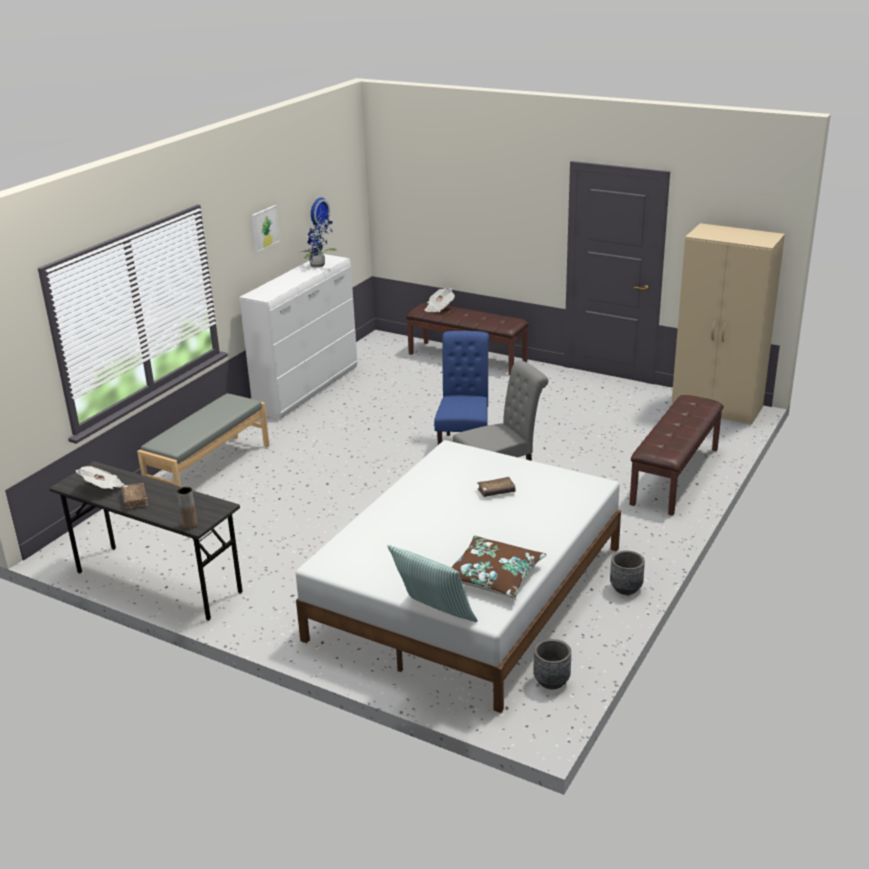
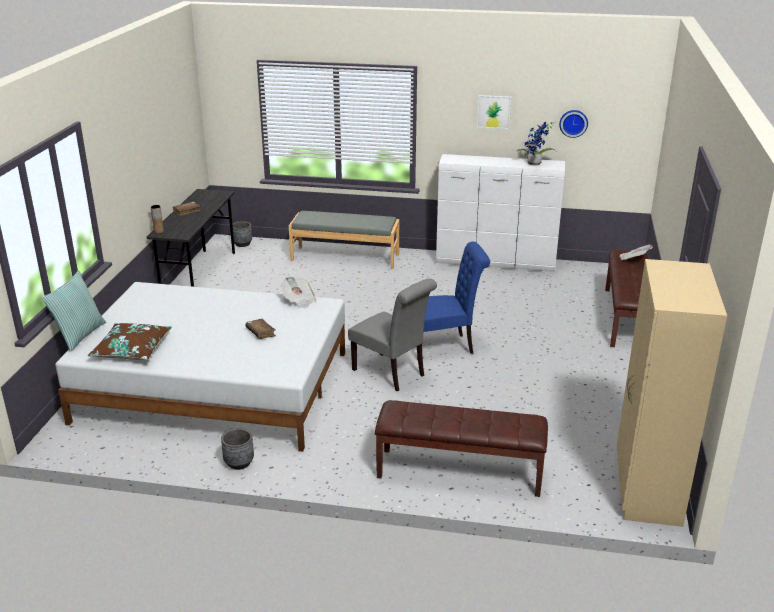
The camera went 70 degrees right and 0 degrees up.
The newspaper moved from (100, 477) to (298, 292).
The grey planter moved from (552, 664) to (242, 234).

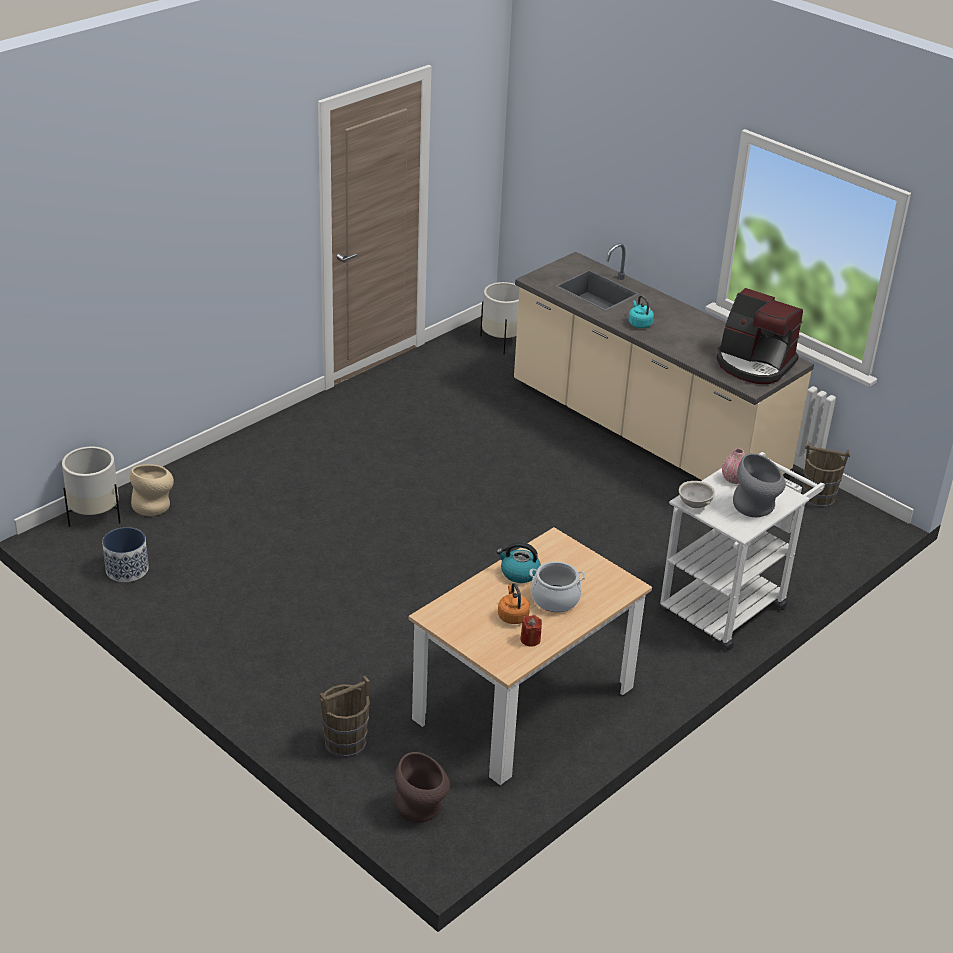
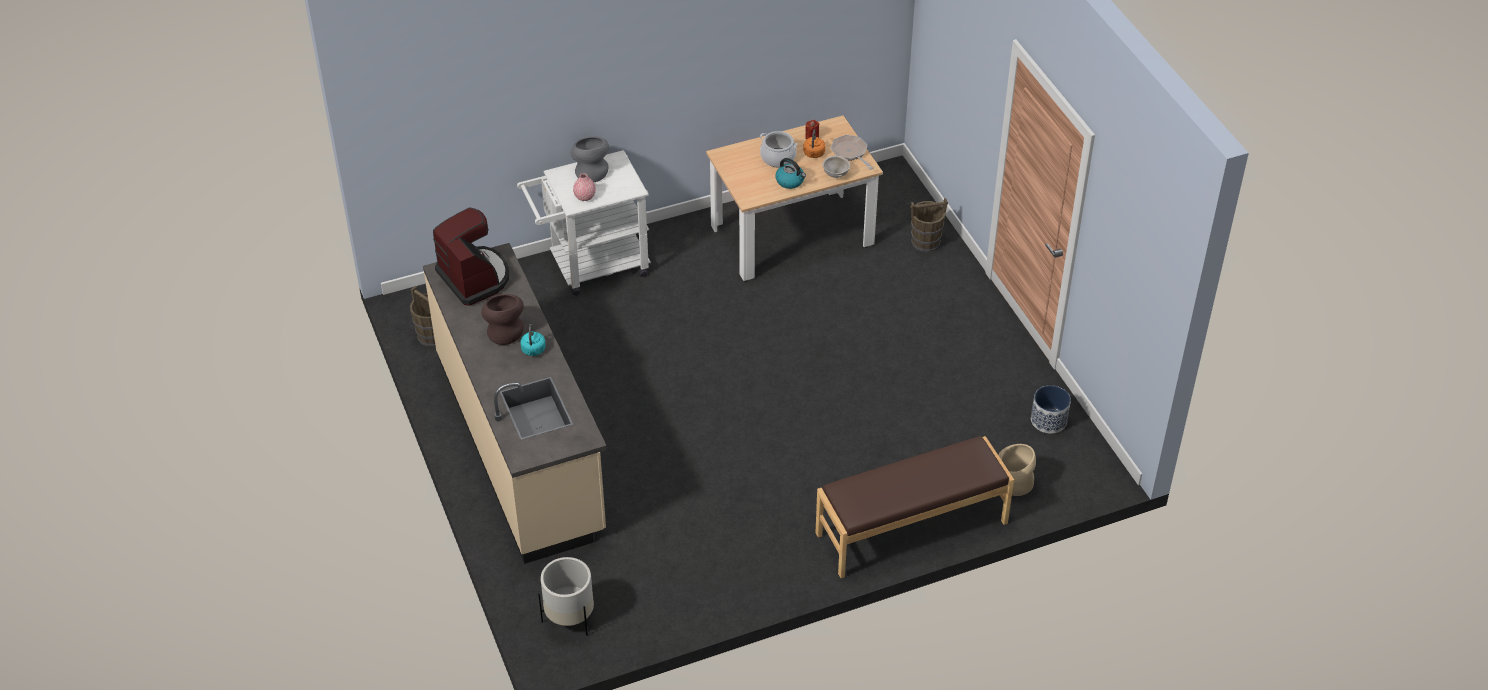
The camera went 155 degrees left and 10 degrees up.
The white planter at (91, 486) disappeared.
The brown bench at (915, 507) appeared.
The frying pan at (852, 152) appeared.
The brown vase moved from (422, 787) to (502, 319).
The grey bowl moved from (697, 494) to (836, 167).

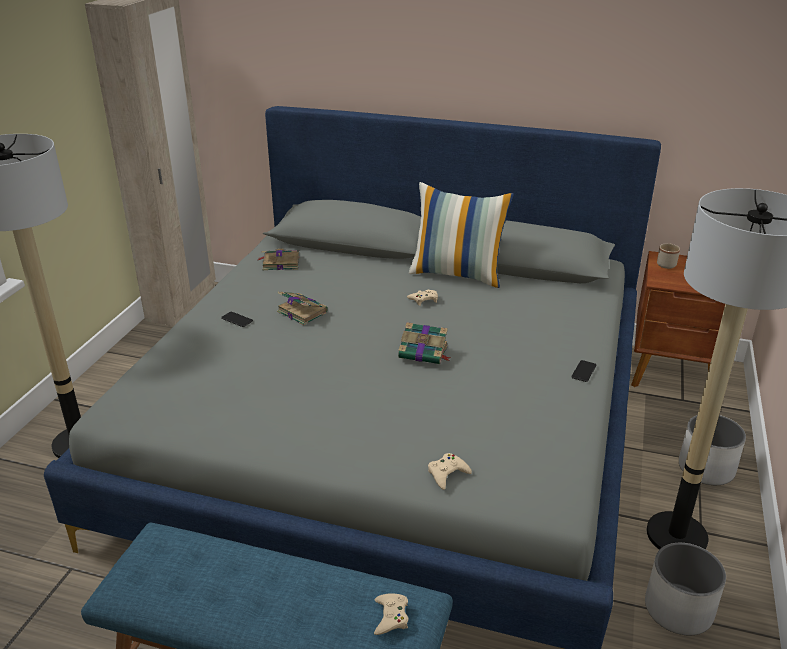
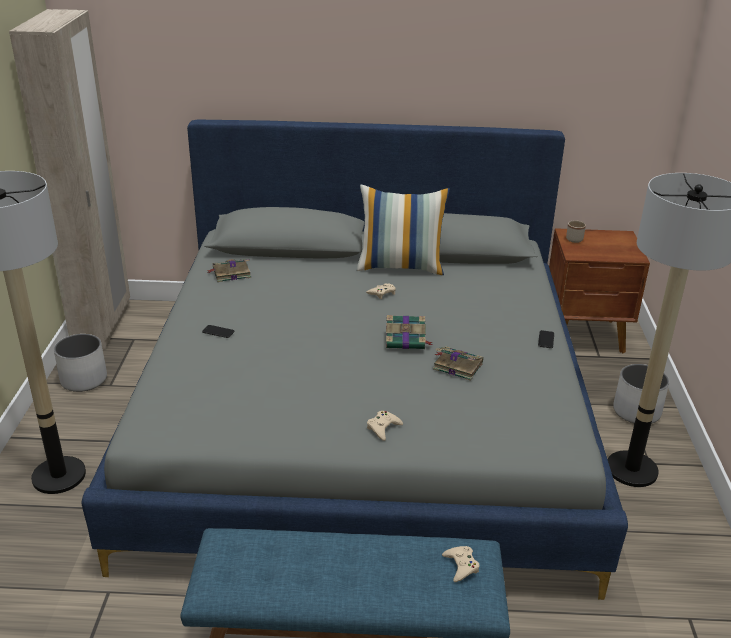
The camera went 15 degrees left and 0 degrees up.
The book moved from (302, 308) to (458, 363).
The beige game controller moved from (450, 471) to (385, 426).
The white planter moved from (685, 589) to (80, 363).

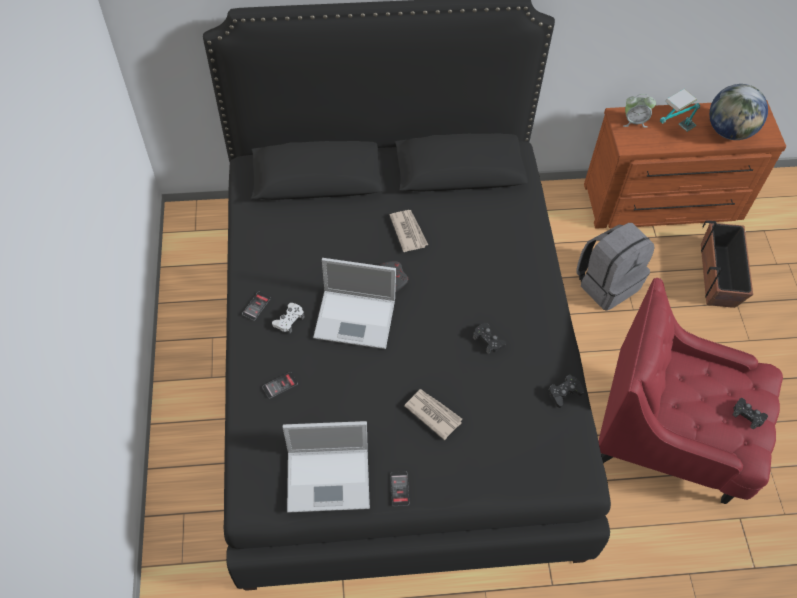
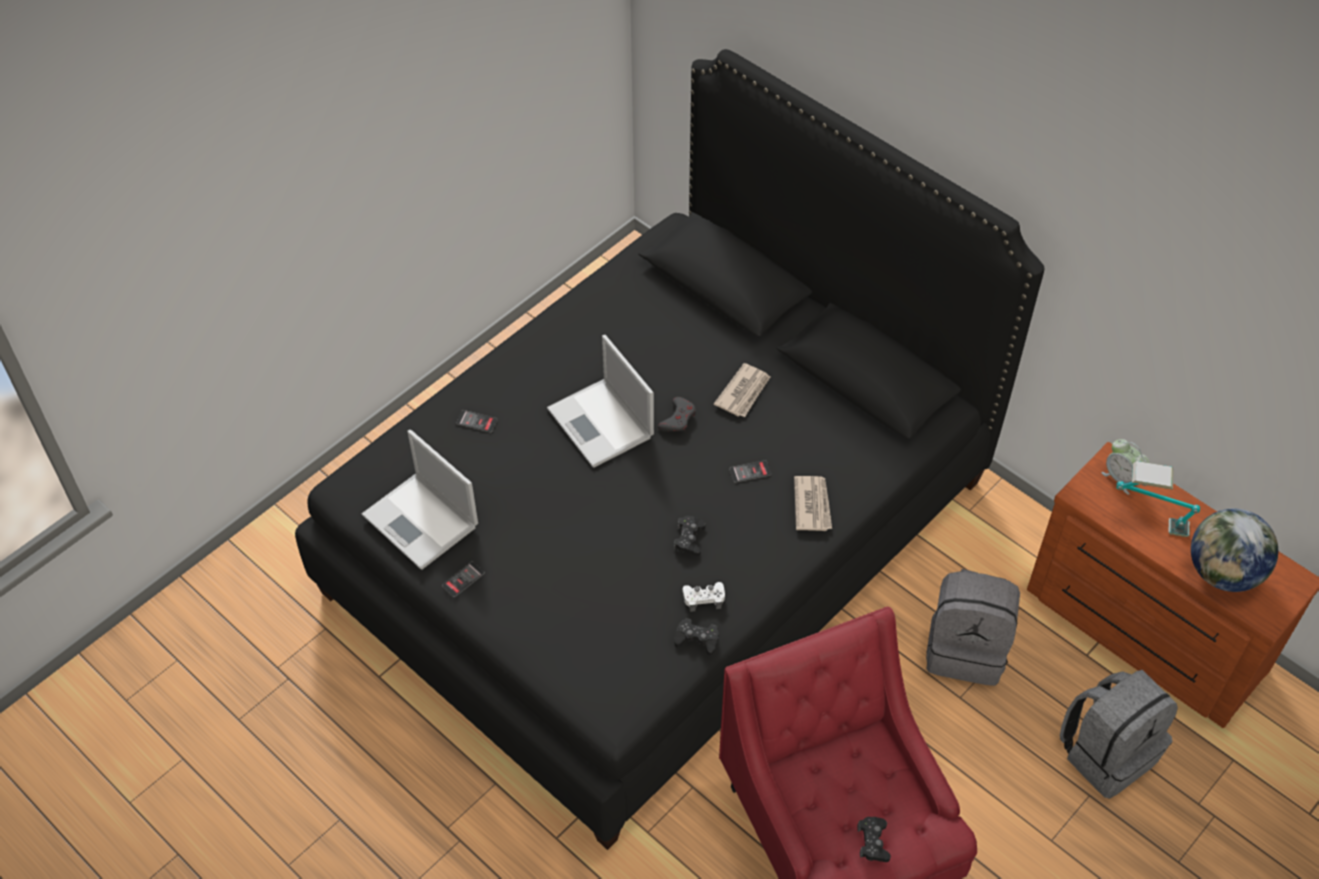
The camera went 50 degrees right and 5 degrees down.
The phone moved from (256, 306) to (750, 471).
The white game controller moved from (288, 318) to (704, 597).
The newspaper moved from (433, 414) to (813, 503).
The planter at (727, 264) was replaced by the grey backpack at (1119, 734).

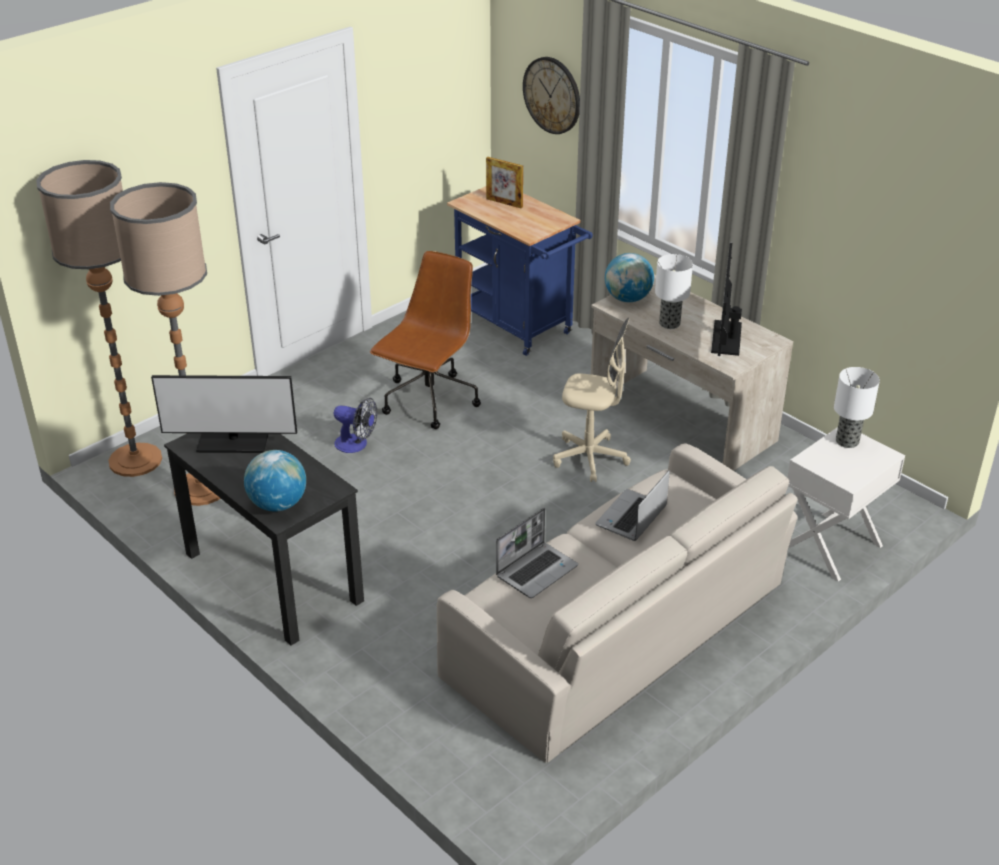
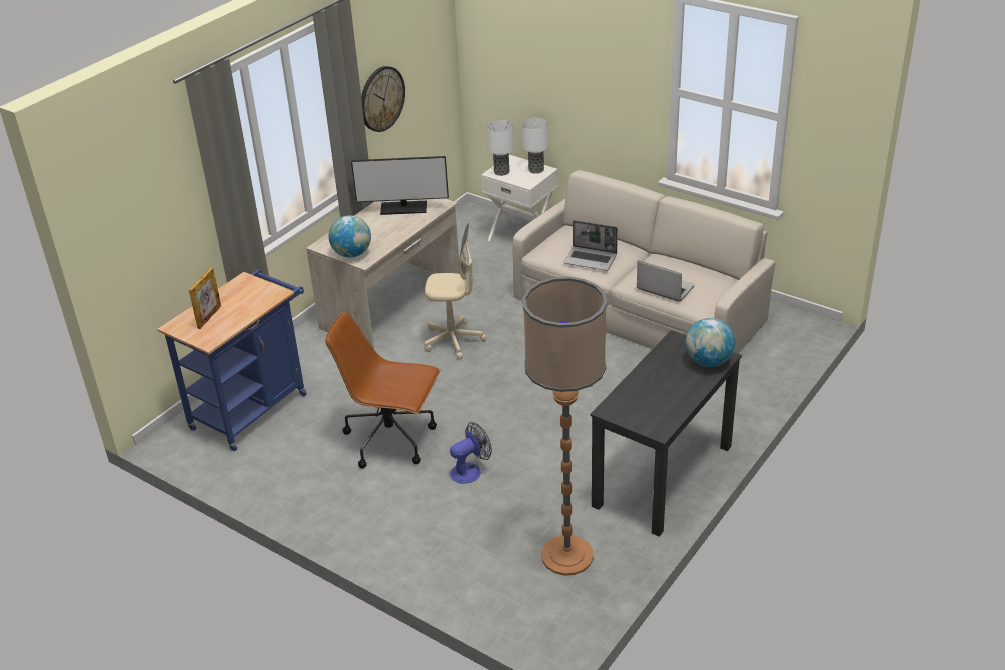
The camera went 100 degrees left and 0 degrees up.
The floor lamp at (99, 318) disappeared.
The monitor at (224, 414) disappeared.
The wall clock moved from (551, 95) to (383, 99).
The table lamp moved from (674, 291) to (535, 146).
The fan at (355, 425) turned 45 degrees clockwise.
The beige office chair at (592, 400) turned 90 degrees clockwise.

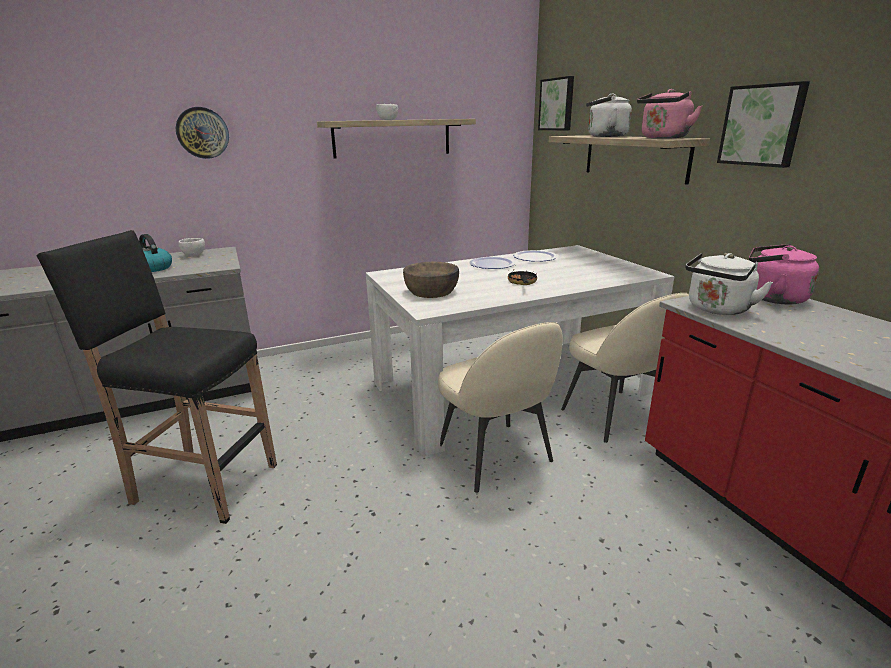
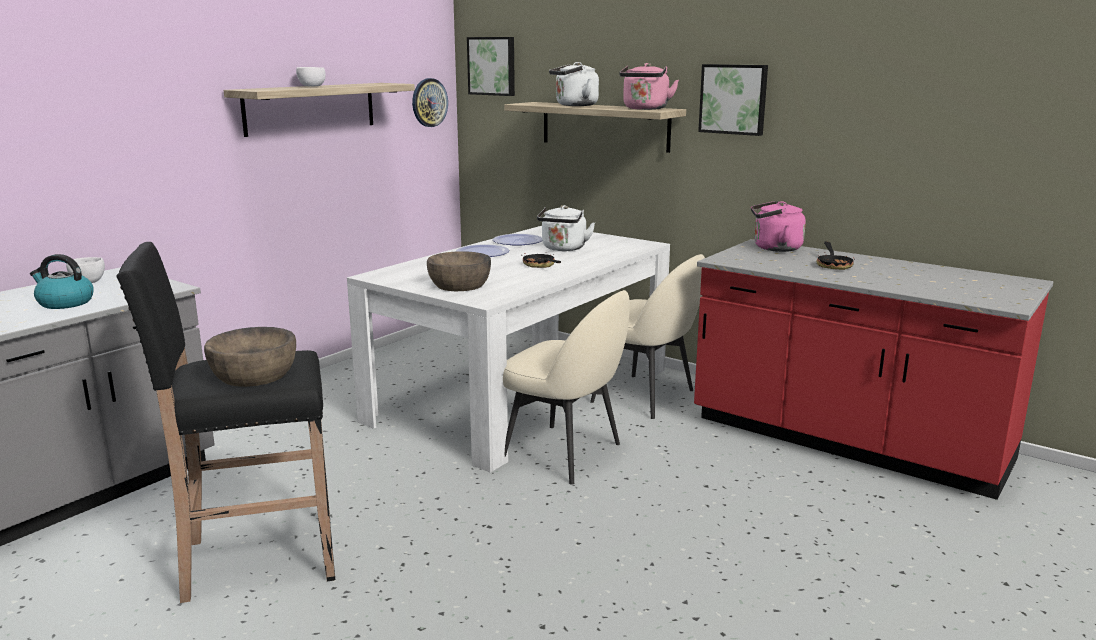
The camera went 30 degrees left and 5 degrees down.
The brown bowl at (250, 357) appeared.
The frying pan at (835, 255) appeared.
The wall clock moved from (202, 133) to (430, 102).
The white kettle moved from (729, 284) to (566, 228).

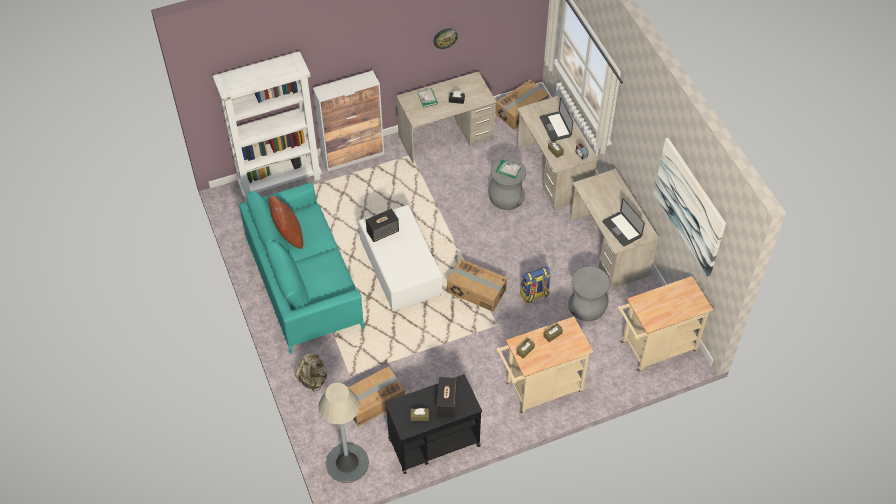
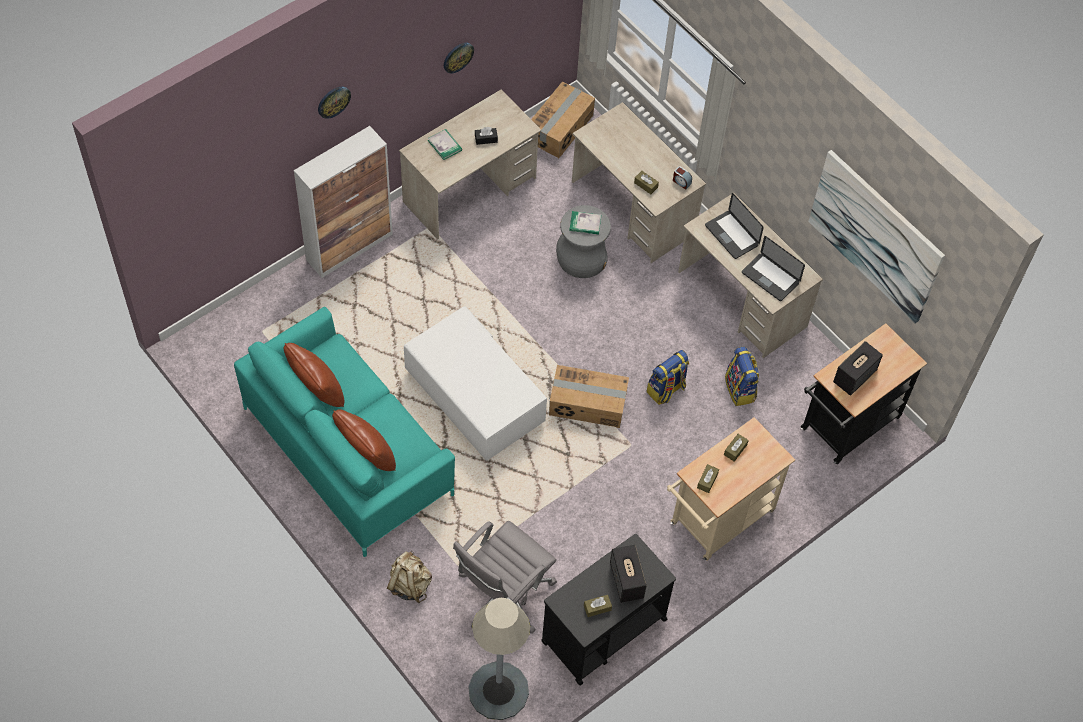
The camera went 20 degrees left and 5 degrees up.
The white bookcase at (267, 126) disappeared.
The wall clock at (334, 103) appeared.
The brown pillow at (364, 440) appeared.
The speaker moved from (382, 225) to (858, 368).
The laptop moved from (556, 119) to (734, 226).
The cardboard box at (376, 396) was replaced by the grey office chair at (505, 577).
The grey stool at (589, 293) was replaced by the backpack at (742, 376).
The beige cart at (665, 324) became the black cart at (863, 393).

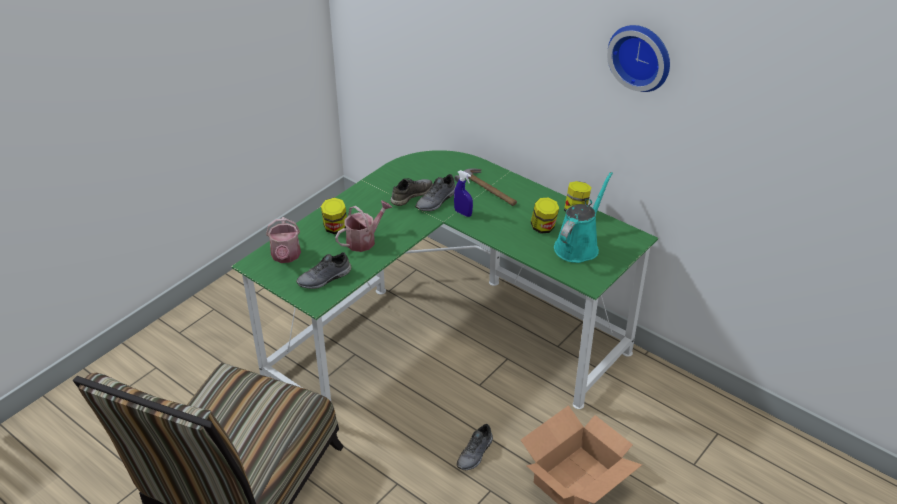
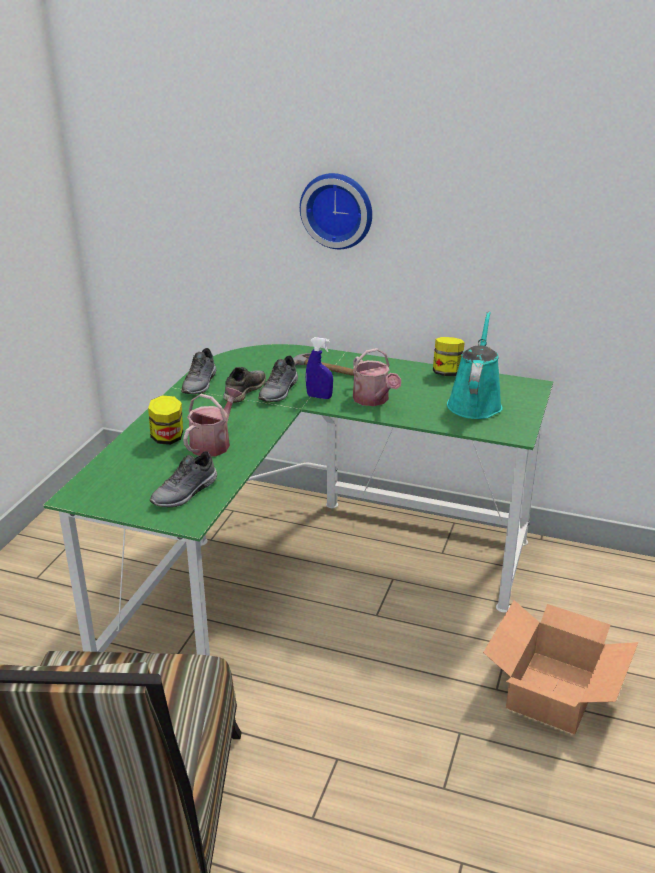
The camera went 20 degrees left and 10 degrees down.
The jar at (545, 215) disappeared.
The watering can moved from (283, 240) to (377, 377).
The grey shoe moved from (474, 447) to (198, 371).
The wall clock moved from (638, 58) to (336, 211).

